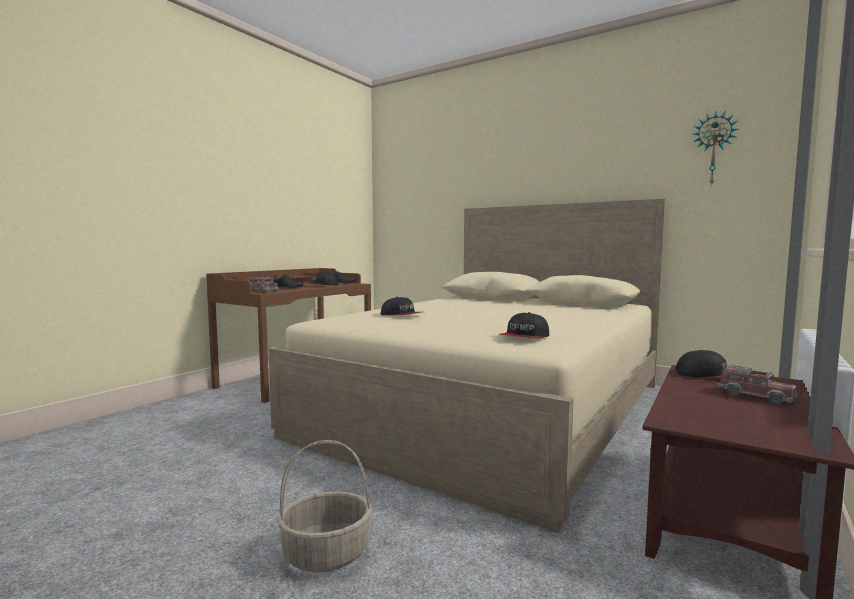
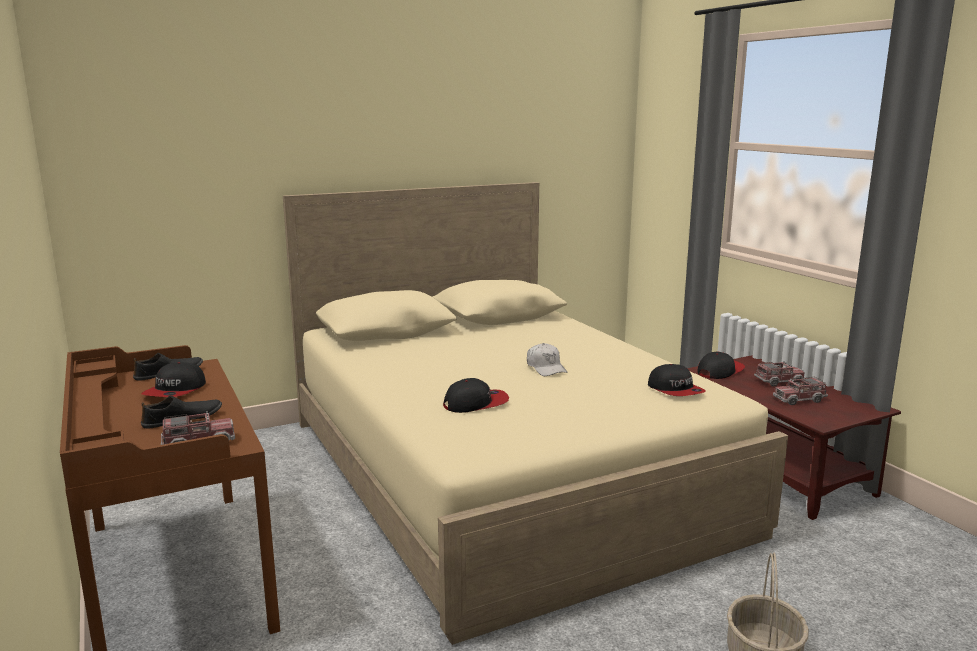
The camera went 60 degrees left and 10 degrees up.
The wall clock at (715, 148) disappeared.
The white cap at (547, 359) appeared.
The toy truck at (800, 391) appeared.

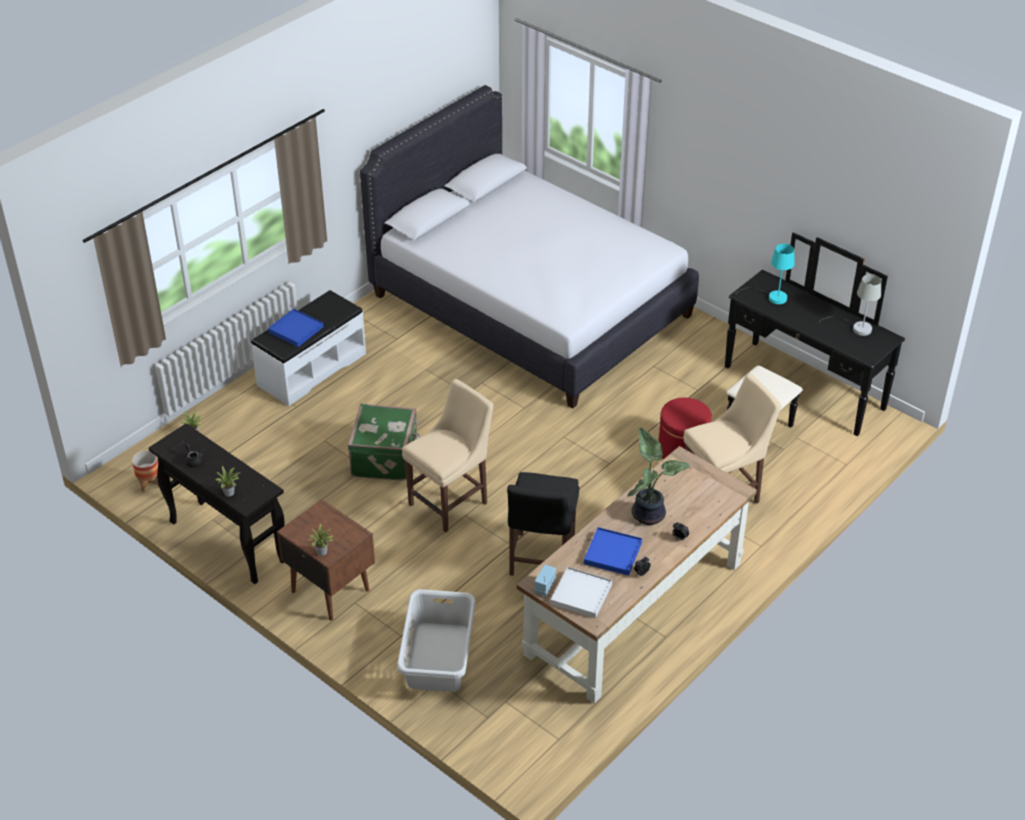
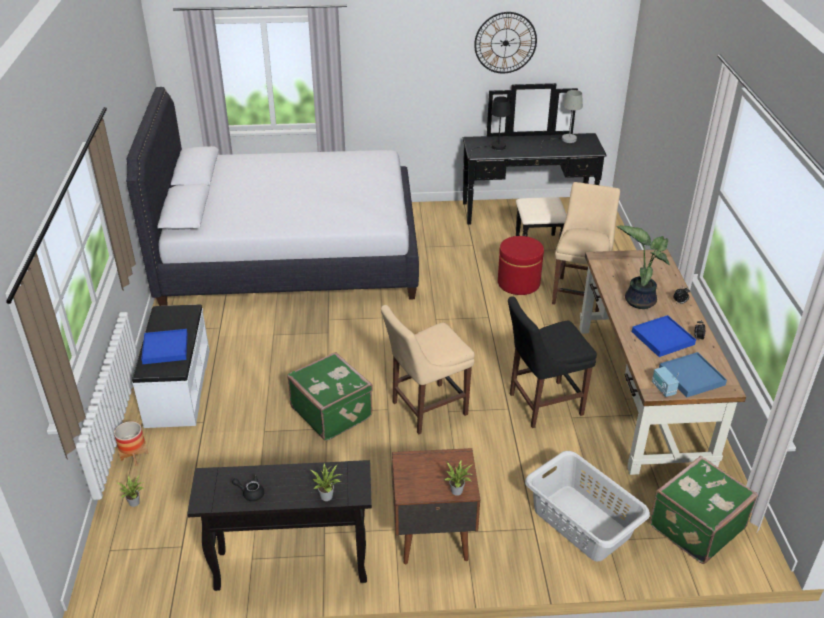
The camera went 45 degrees left and 5 degrees down.
The wall clock at (505, 42) appeared.
The green suitcase at (704, 510) appeared.
The planter moved from (146, 471) to (131, 443).
The white tray at (581, 592) became the blue tray at (693, 375).
The turquoise table lamp at (765, 274) became the black table lamp at (490, 126).
The beige chair at (447, 456) turned 120 degrees counterclockwise.
The black chair at (543, 524) turned 105 degrees clockwise.

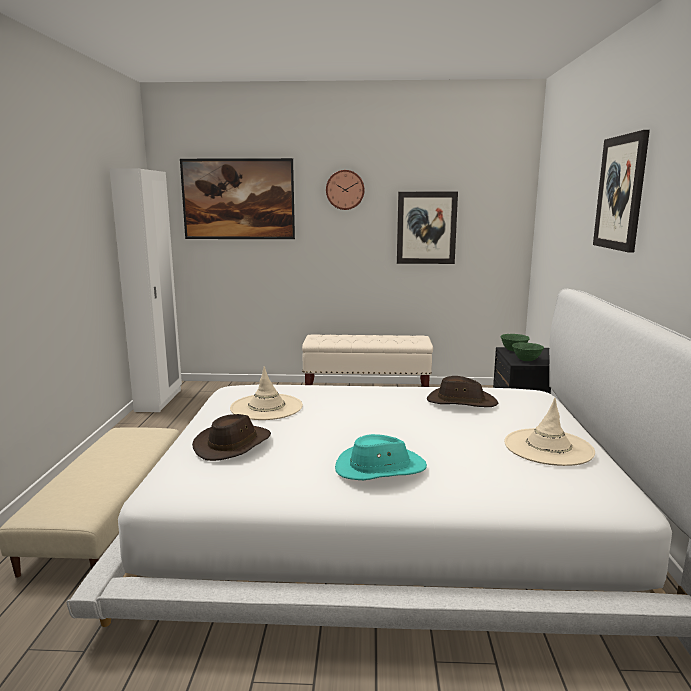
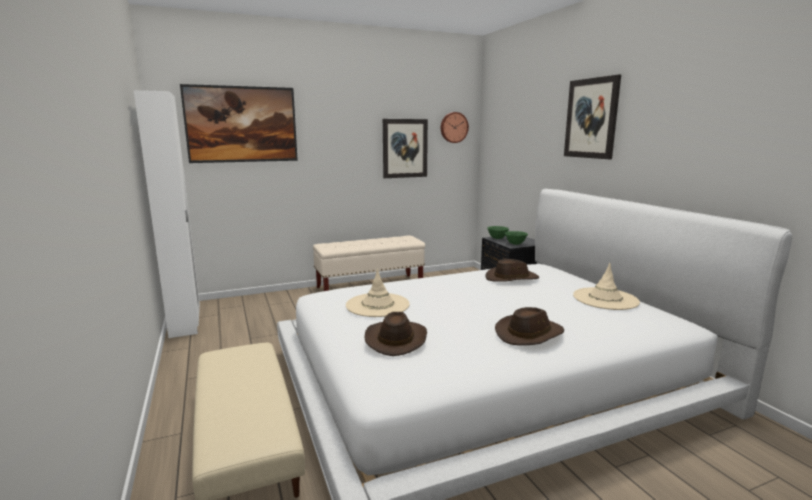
The camera went 25 degrees left and 0 degrees up.
The wall clock moved from (345, 190) to (455, 127).
The turquoise hat at (381, 457) became the brown hat at (529, 326).

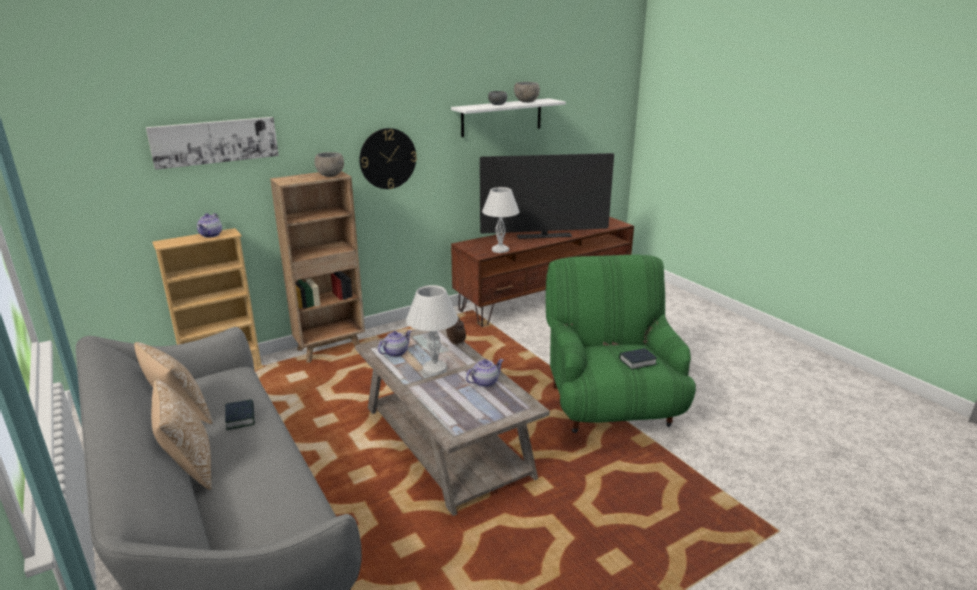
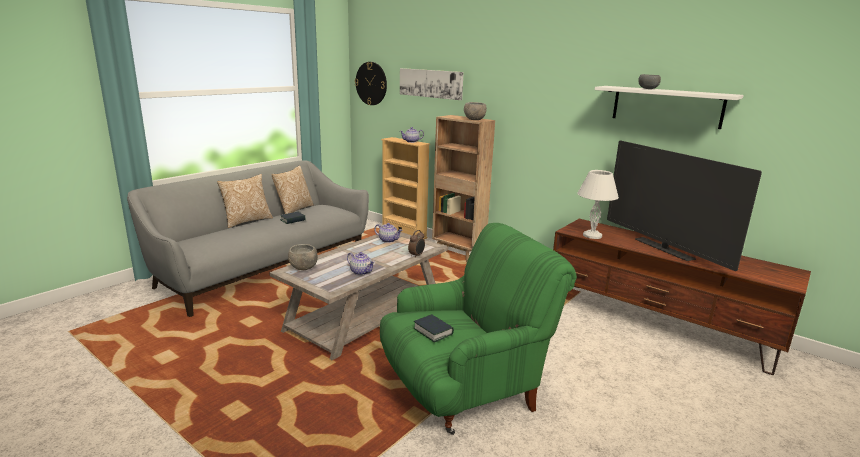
The camera went 70 degrees right and 5 degrees down.
The white table lamp at (432, 330) disappeared.
The wall clock moved from (388, 158) to (371, 83).
The grey bowl moved from (527, 92) to (303, 257).

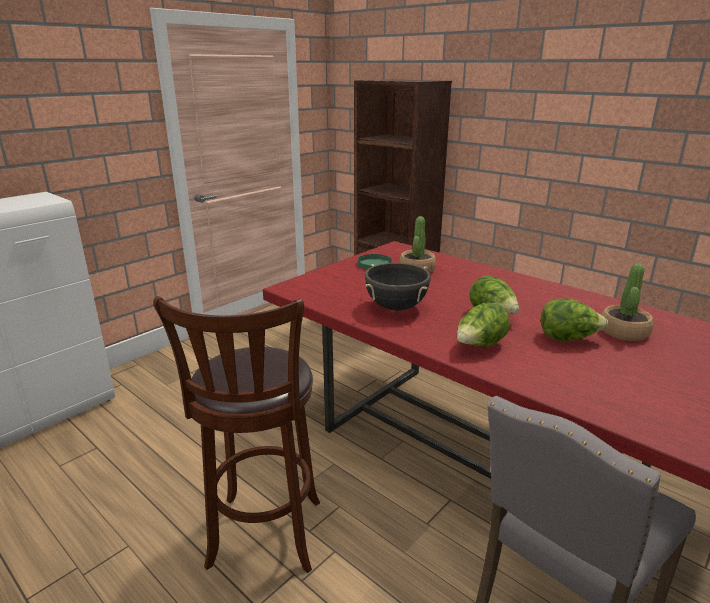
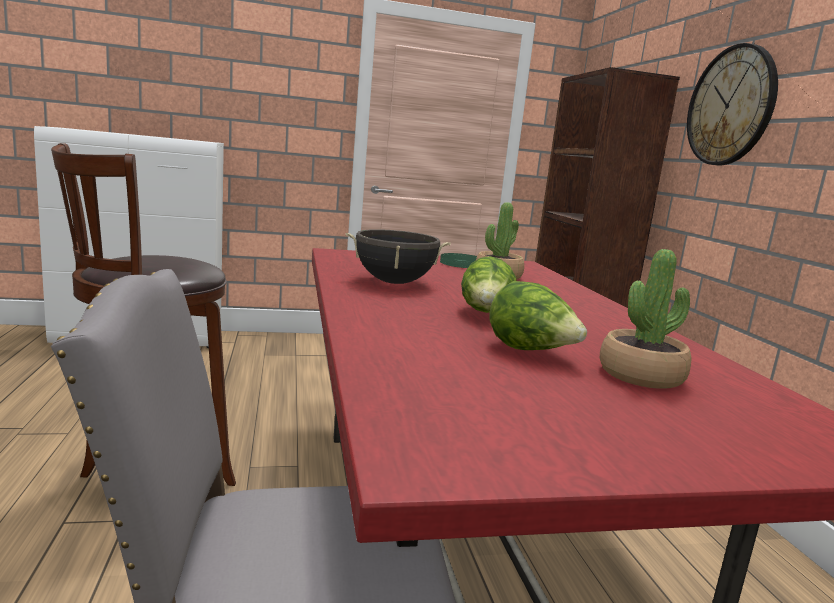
The camera went 35 degrees right and 10 degrees down.
The lettuce at (483, 325) disappeared.
The wall clock at (732, 104) appeared.

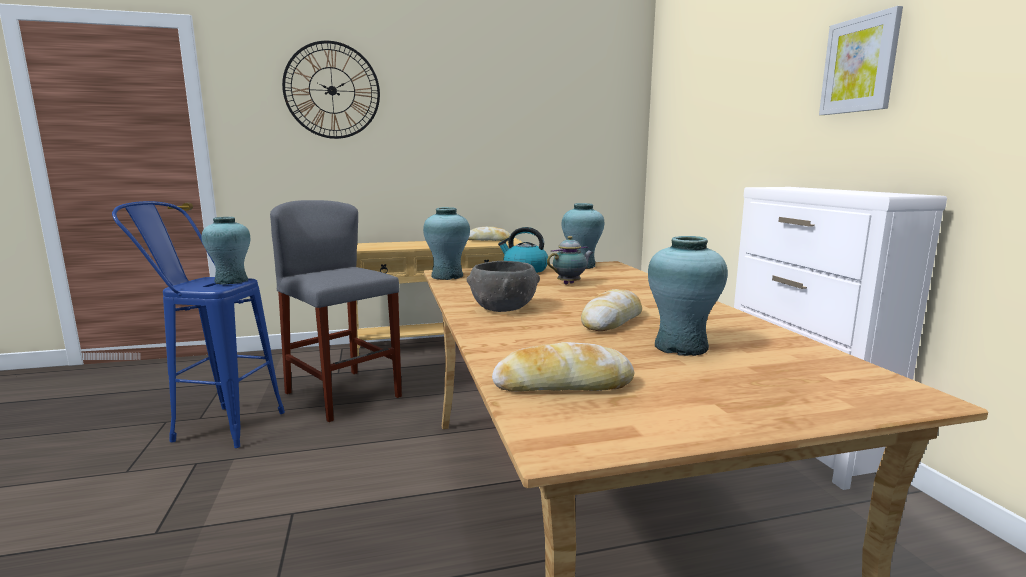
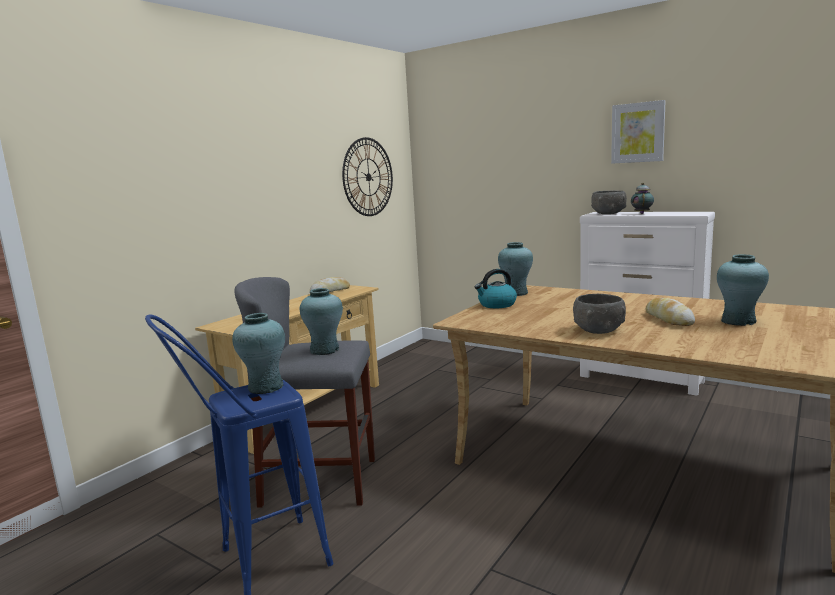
The camera went 40 degrees left and 0 degrees up.
The bread at (563, 367) disappeared.
The grey bowl at (609, 202) appeared.
The wall clock moved from (331, 90) to (367, 176).
The turquoise vase moved from (446, 243) to (321, 321).
The teapot moved from (570, 260) to (642, 198).

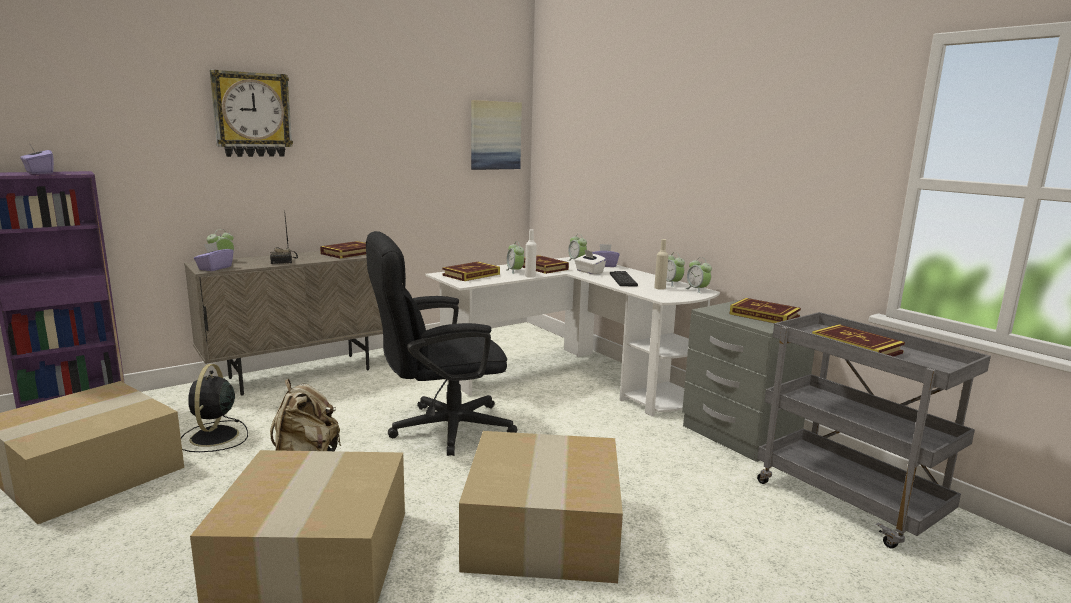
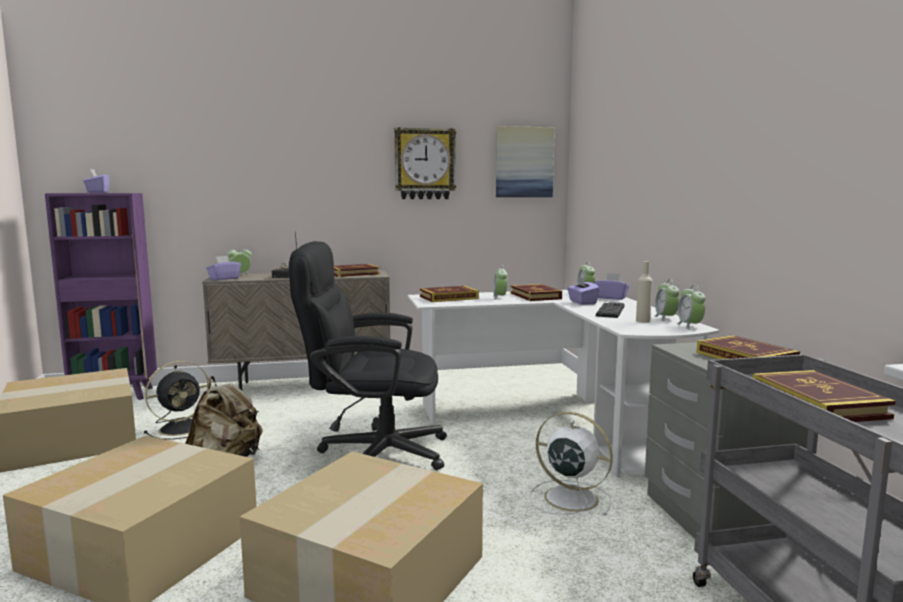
The camera went 25 degrees right and 5 degrees down.
The white bottle at (531, 254) disappeared.
The white fan at (571, 464) appeared.
The wall clock moved from (251, 113) to (425, 163).
The white tissue box at (590, 262) became the purple tissue box at (583, 291).
The black fan at (214, 408) turned 150 degrees counterclockwise.

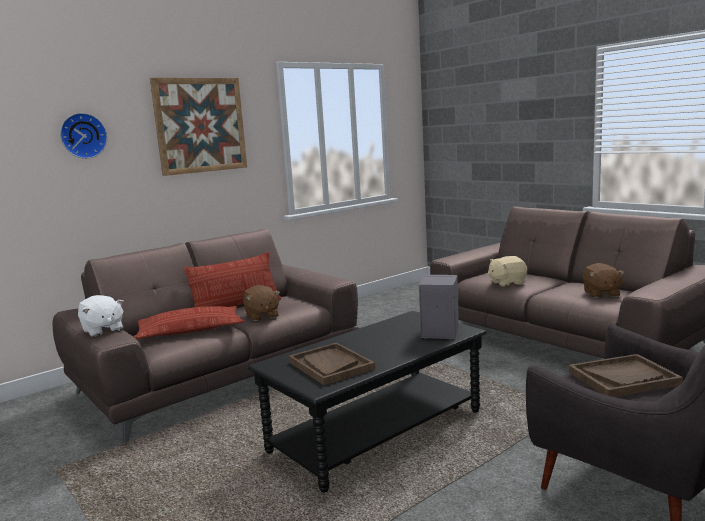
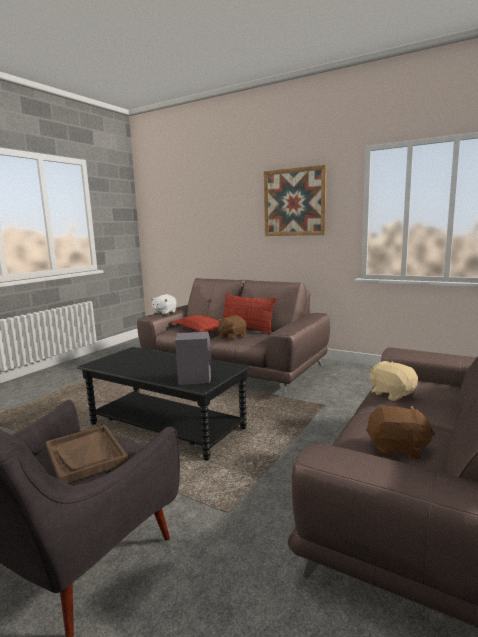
The camera went 70 degrees right and 0 degrees up.
The wall clock at (83, 136) disappeared.
The brown tray at (332, 364) disappeared.
The brown plush toy at (604, 280) turned 150 degrees counterclockwise.

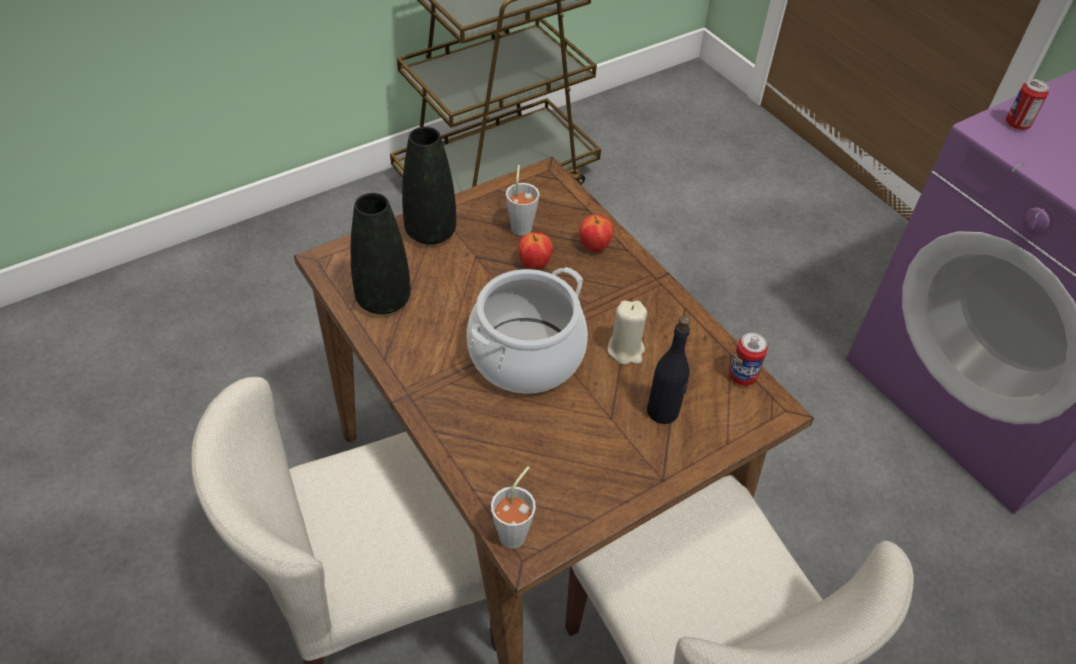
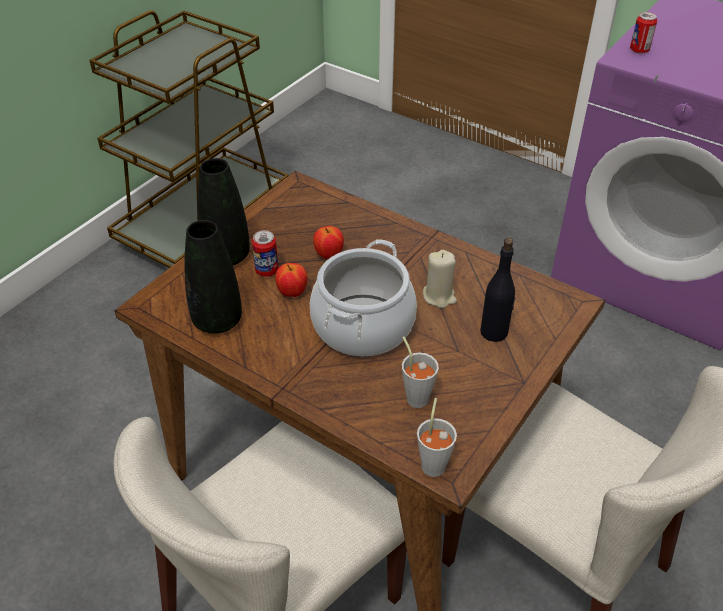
The camera went 20 degrees left and 5 degrees down.
The grey cup moved from (522, 200) to (420, 372).
The apple moved from (596, 233) to (291, 280).
The can moved from (748, 359) to (265, 253).

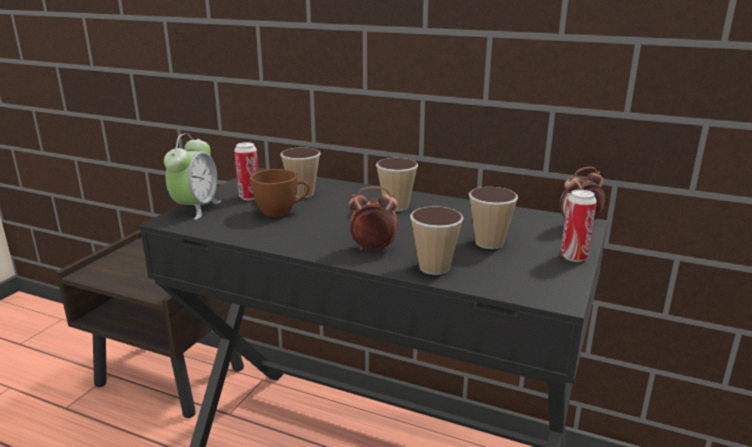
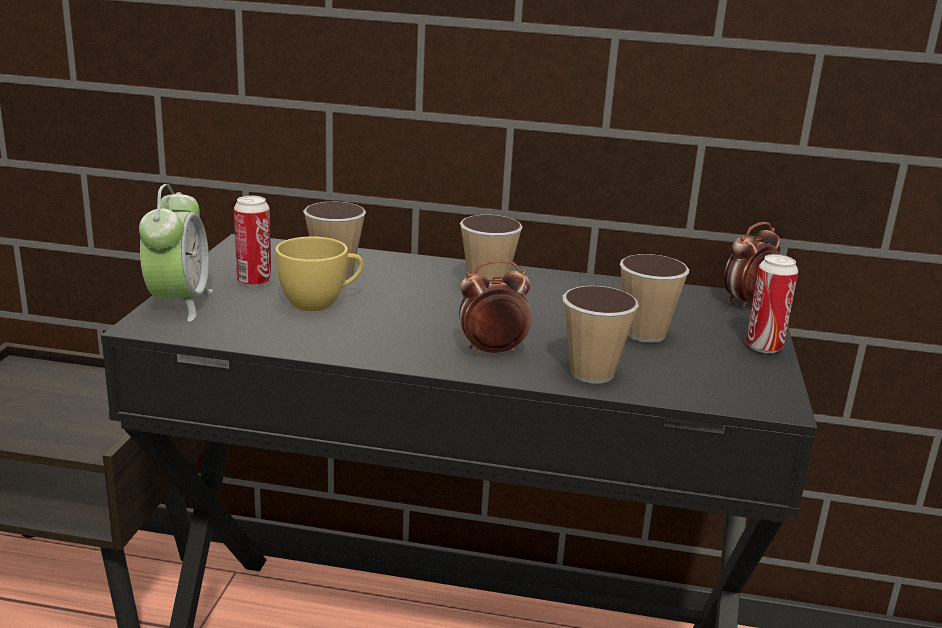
The camera went 15 degrees left and 0 degrees up.
The brown cup at (280, 193) became the yellow cup at (319, 273).

